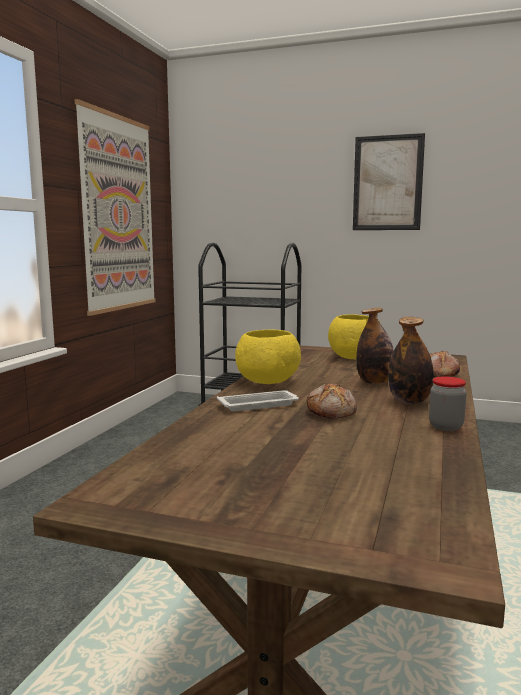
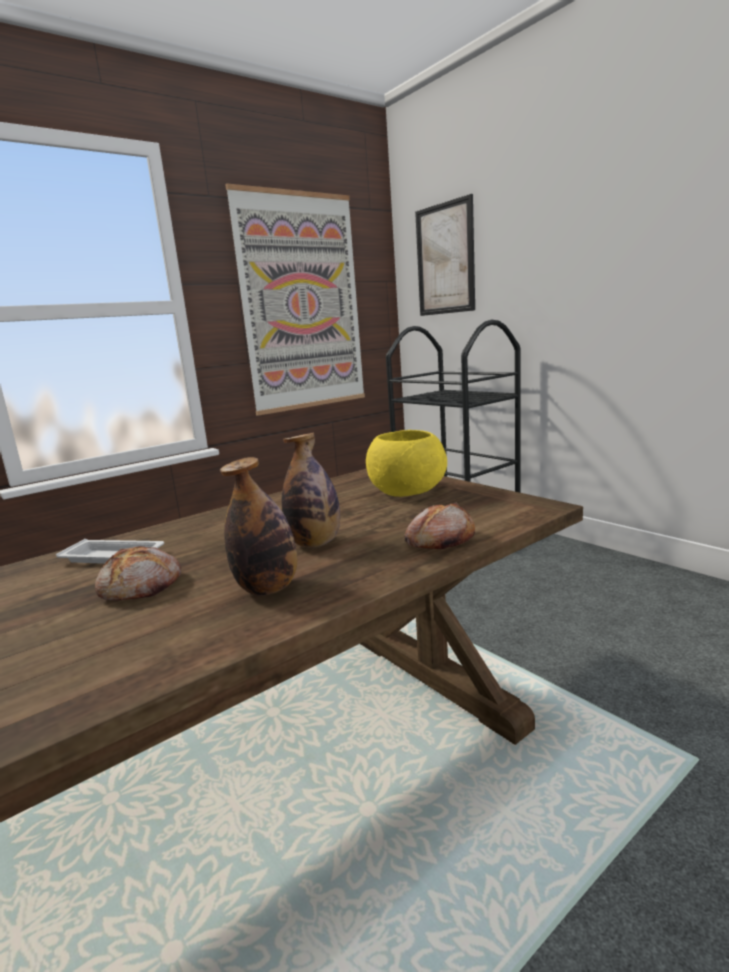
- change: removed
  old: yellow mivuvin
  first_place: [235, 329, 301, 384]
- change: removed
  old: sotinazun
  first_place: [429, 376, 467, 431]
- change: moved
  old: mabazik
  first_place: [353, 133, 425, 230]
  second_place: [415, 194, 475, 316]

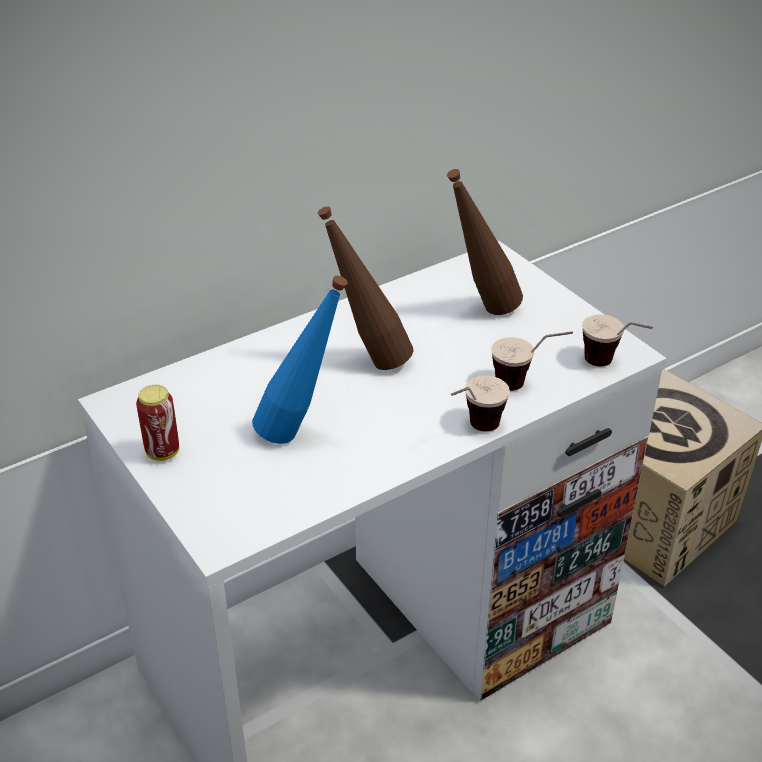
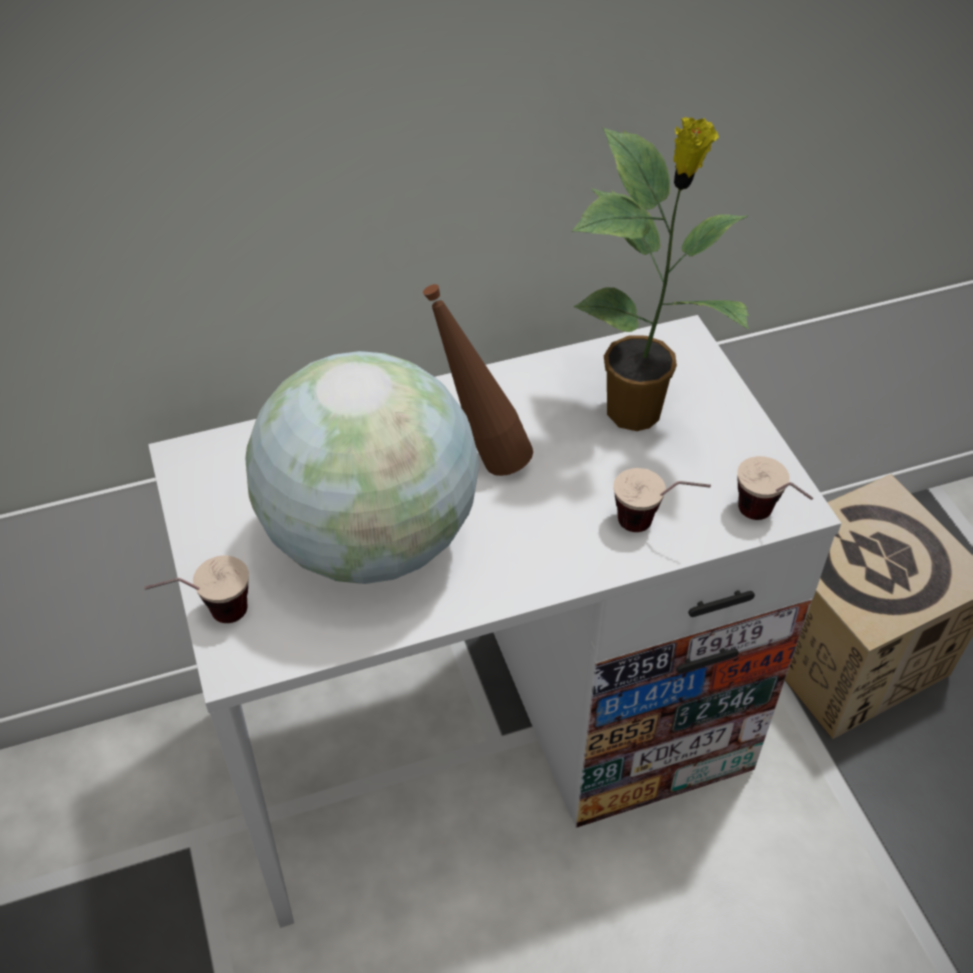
- change: removed
  old: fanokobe
  first_place: [136, 385, 179, 461]
- change: moved
  old: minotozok
  first_place: [451, 376, 510, 432]
  second_place: [144, 555, 249, 623]
- change: replaced
  old: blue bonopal
  new: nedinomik
  first_place: [252, 276, 348, 444]
  second_place: [245, 351, 479, 584]
- change: replaced
  old: brown bonopal
  new: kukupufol
  first_place: [447, 169, 523, 315]
  second_place: [572, 117, 749, 431]

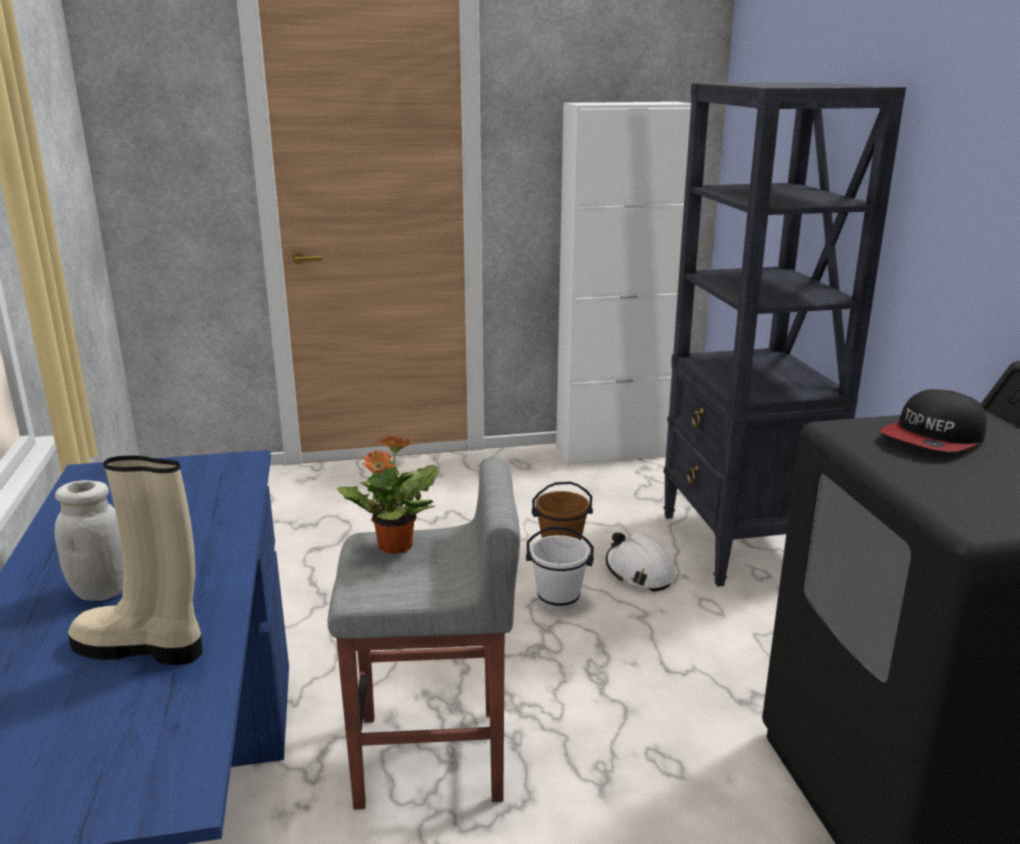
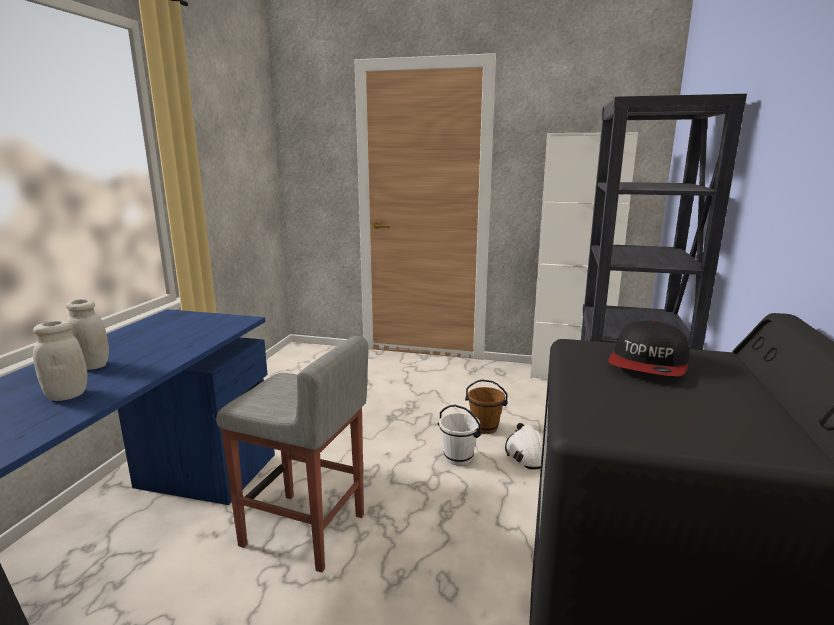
- change: removed
  old: kukupufol
  first_place: [337, 435, 438, 554]
- change: replaced
  old: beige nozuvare
  new: white sotinazun
  first_place: [68, 456, 203, 665]
  second_place: [33, 321, 87, 401]
- change: turned
  old: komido
  first_place: [880, 389, 987, 452]
  second_place: [608, 320, 689, 376]
  degrees: -45

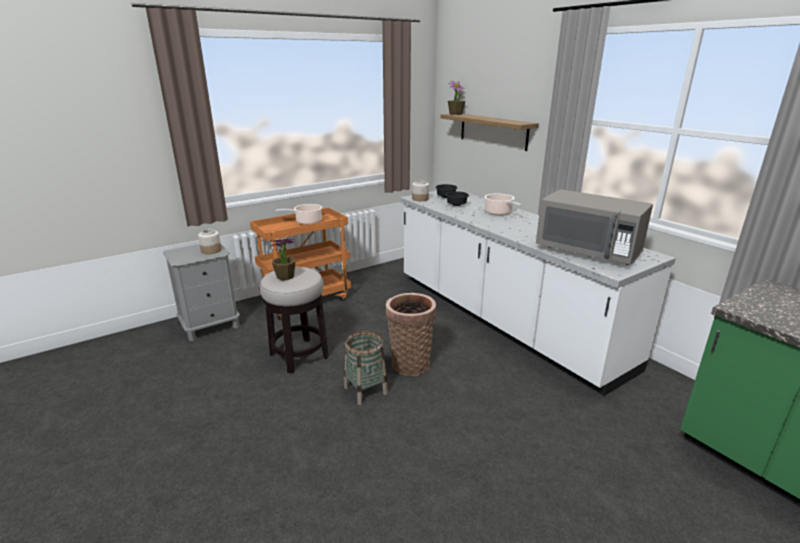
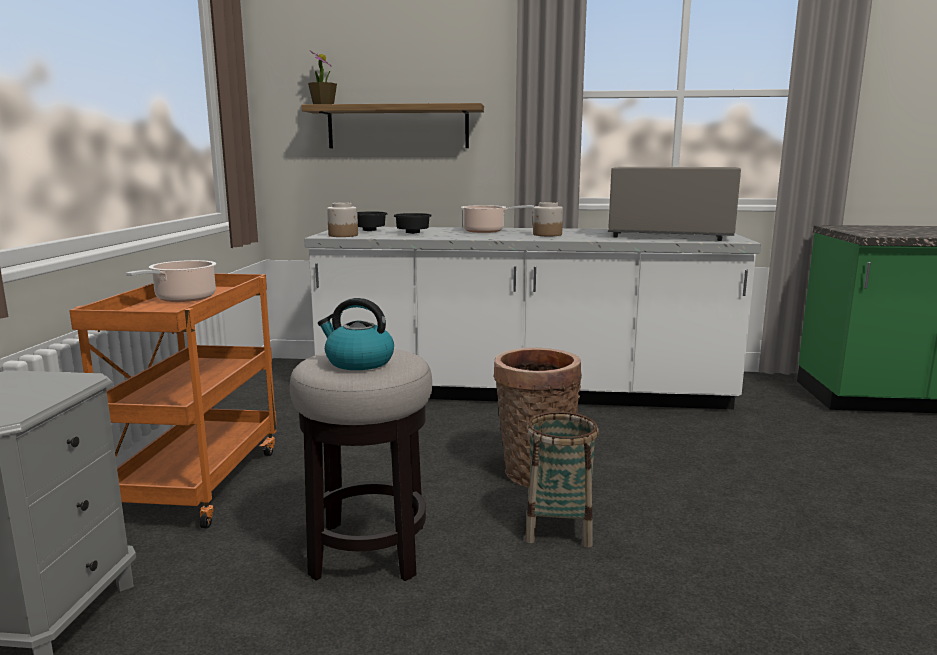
- change: moved
  old: sotinazun
  first_place: [198, 229, 221, 254]
  second_place: [533, 202, 563, 236]
- change: replaced
  old: kukupufol
  new: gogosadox
  first_place: [271, 238, 296, 280]
  second_place: [318, 298, 394, 370]
- change: turned
  old: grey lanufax
  first_place: [536, 189, 653, 265]
  second_place: [608, 167, 741, 241]
  degrees: -150

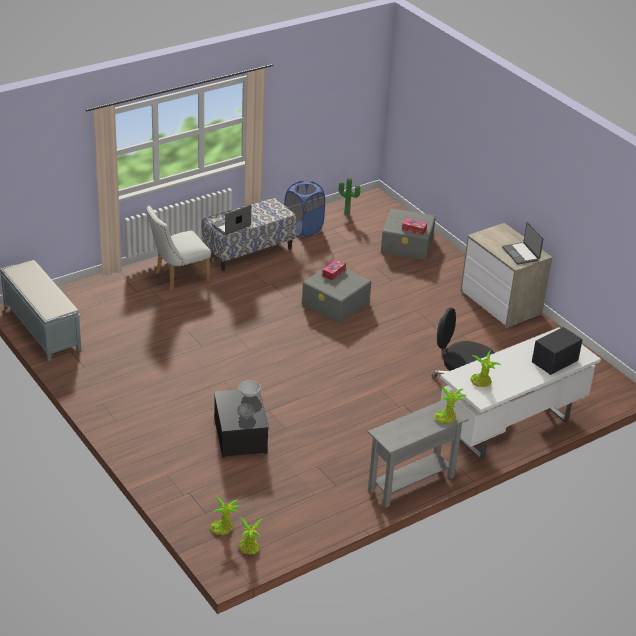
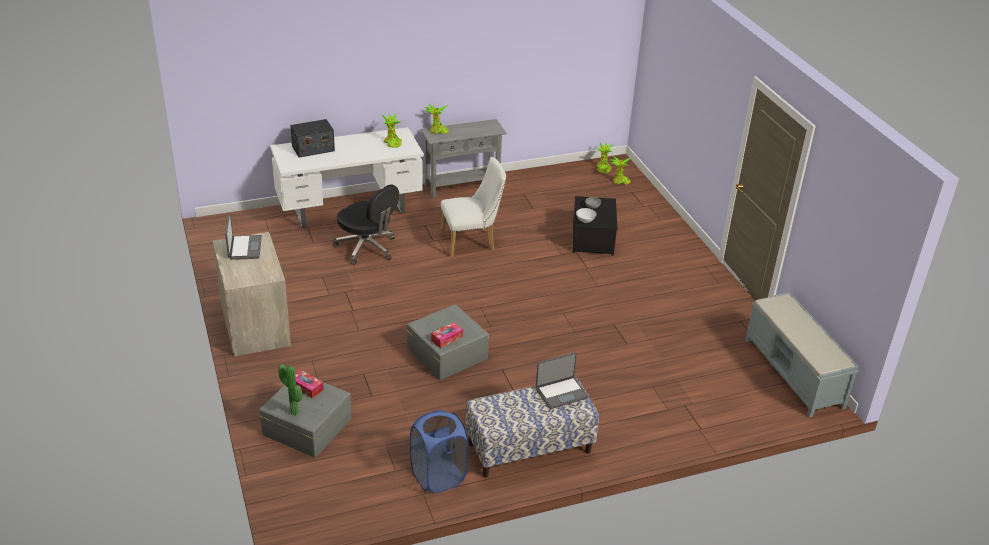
- change: moved
  old: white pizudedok
  first_place: [147, 206, 211, 291]
  second_place: [441, 157, 506, 257]
- change: moved
  old: kukupufol
  first_place: [339, 178, 360, 215]
  second_place: [278, 364, 302, 416]

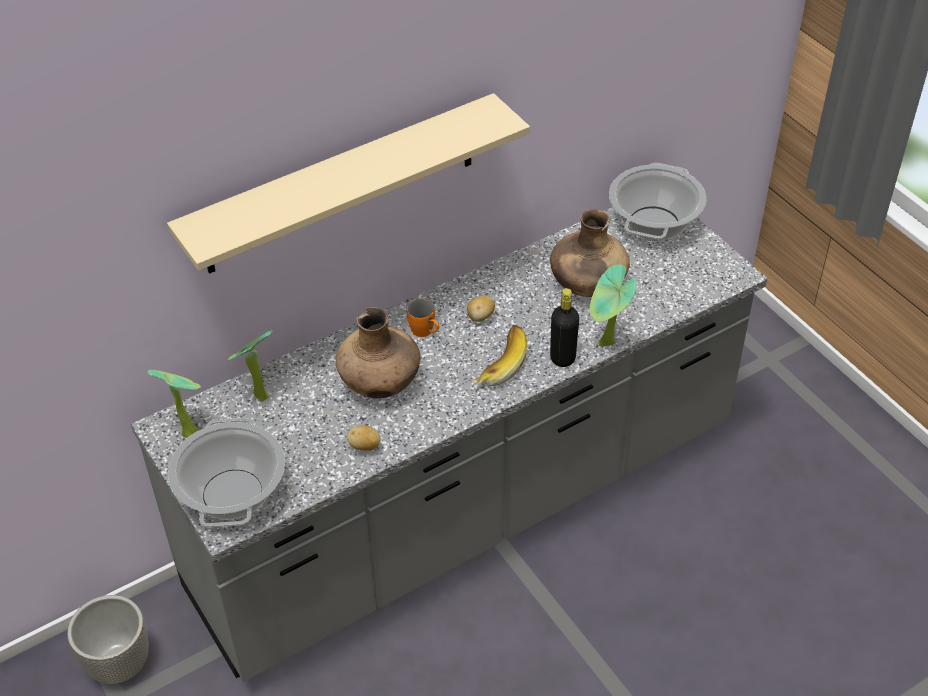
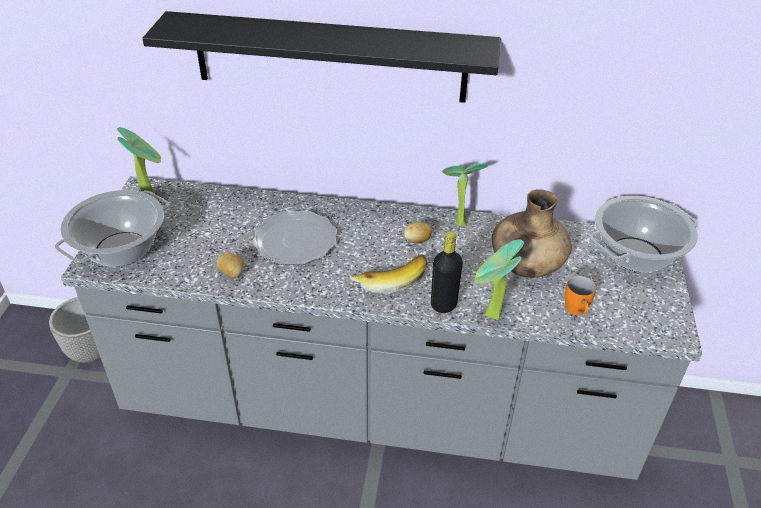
- change: moved
  old: kukupufol
  first_place: [228, 330, 273, 402]
  second_place: [442, 163, 487, 226]
- change: moved
  old: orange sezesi
  first_place: [407, 299, 439, 337]
  second_place: [565, 276, 596, 315]
- change: replaced
  old: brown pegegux
  new: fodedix
  first_place: [336, 307, 421, 398]
  second_place: [252, 210, 337, 265]
- change: recoloured
  old: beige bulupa
  new: black bulupa
  first_place: [167, 93, 530, 274]
  second_place: [142, 11, 500, 103]

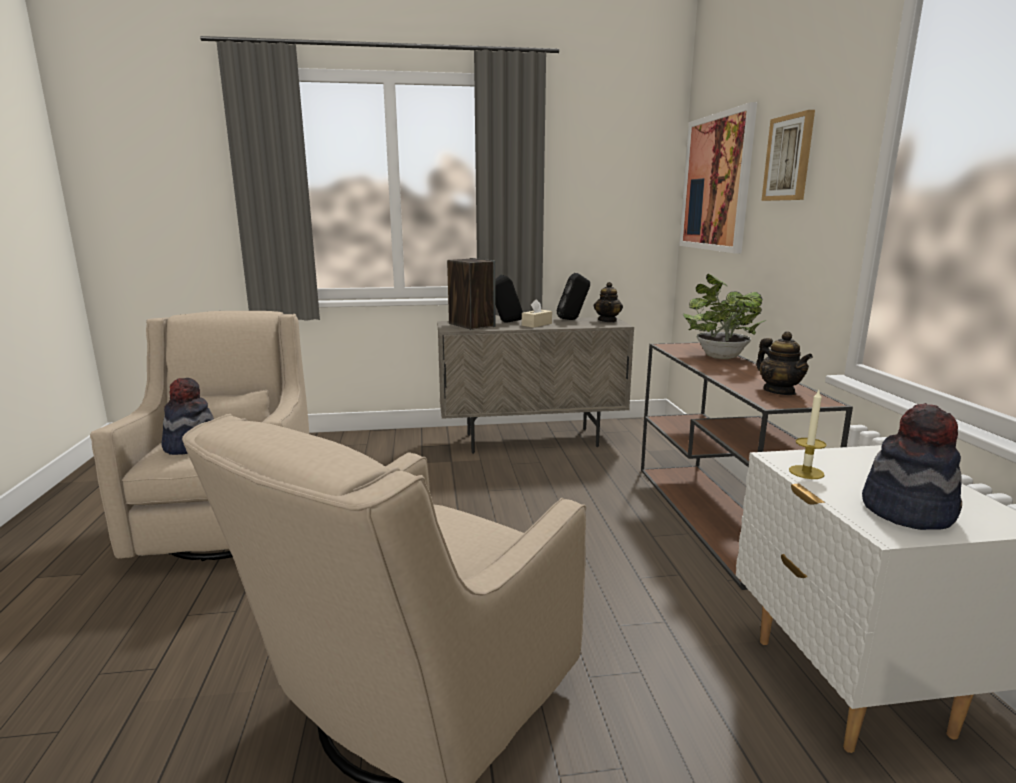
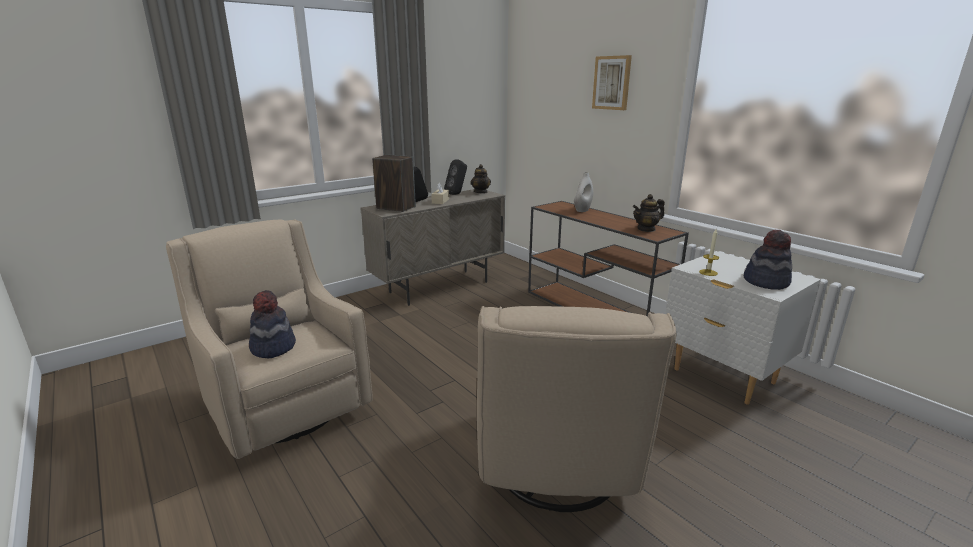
- change: removed
  old: mabazik
  first_place: [679, 102, 757, 253]
- change: replaced
  old: kukupufol
  new: white pegegux
  first_place: [683, 274, 766, 359]
  second_place: [574, 172, 593, 212]
- change: turned
  old: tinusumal
  first_place: [756, 331, 813, 395]
  second_place: [633, 194, 665, 232]
  degrees: 120

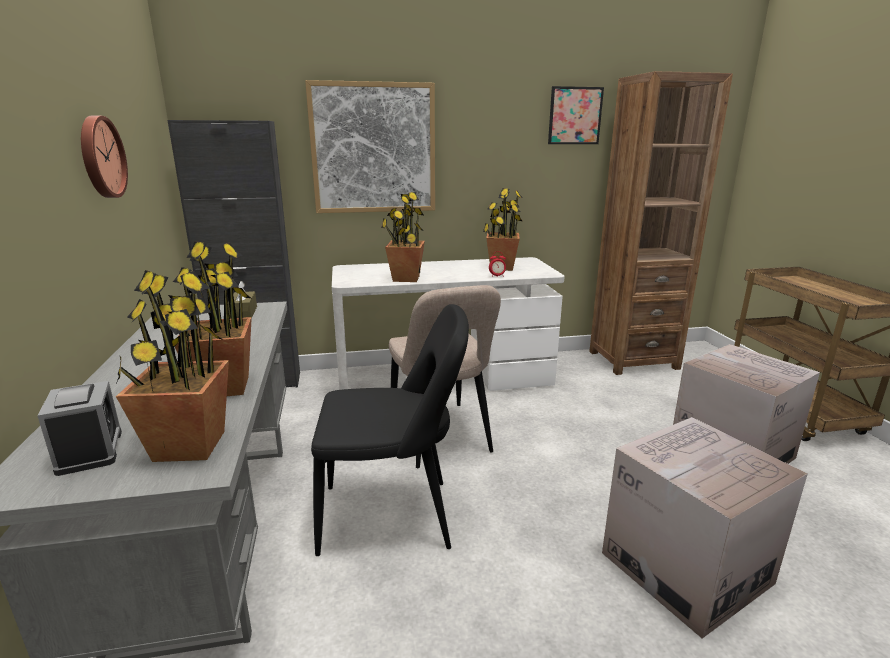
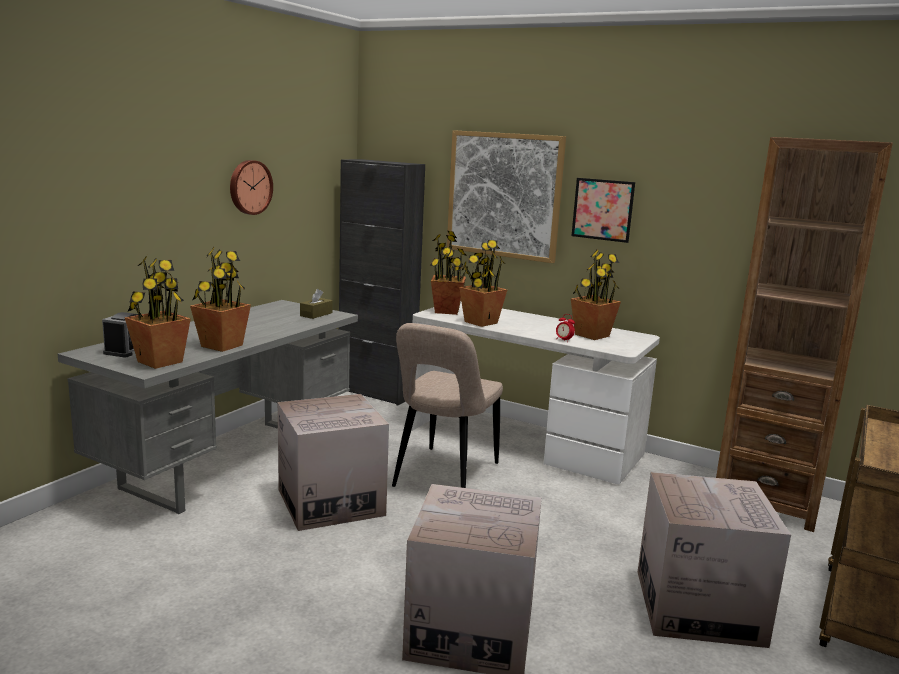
- change: added
  new: kukupufol
  second_place: [429, 231, 468, 315]
- change: moved
  old: mabazik
  first_place: [548, 86, 604, 144]
  second_place: [571, 178, 635, 243]
- change: replaced
  old: black pizudedok
  new: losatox
  first_place: [311, 304, 469, 556]
  second_place: [278, 394, 389, 531]

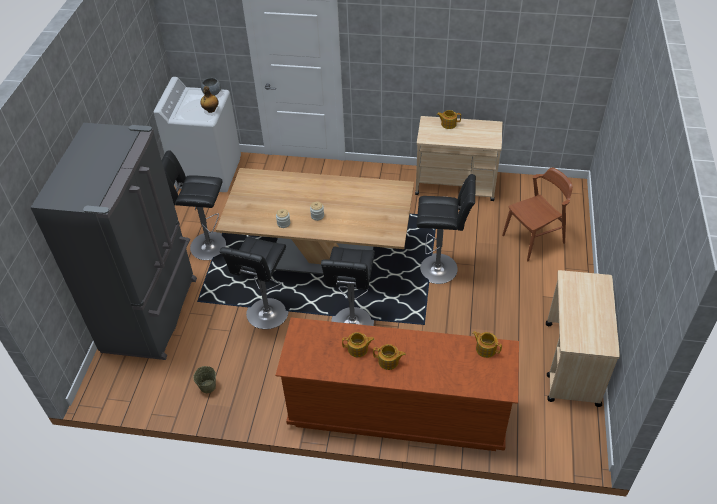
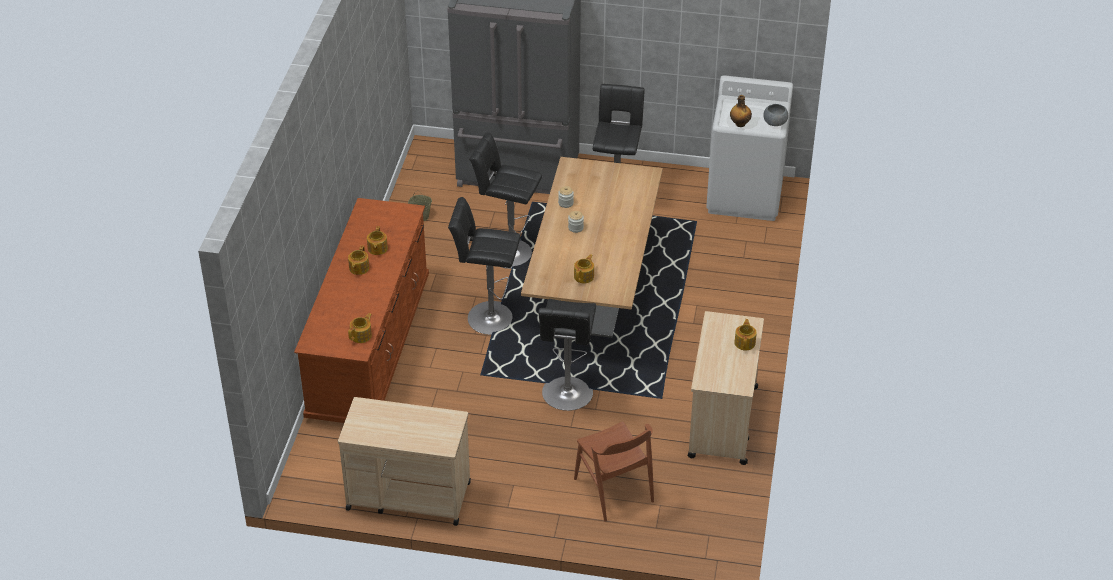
- change: added
  new: tinusumal
  second_place: [574, 254, 594, 283]

